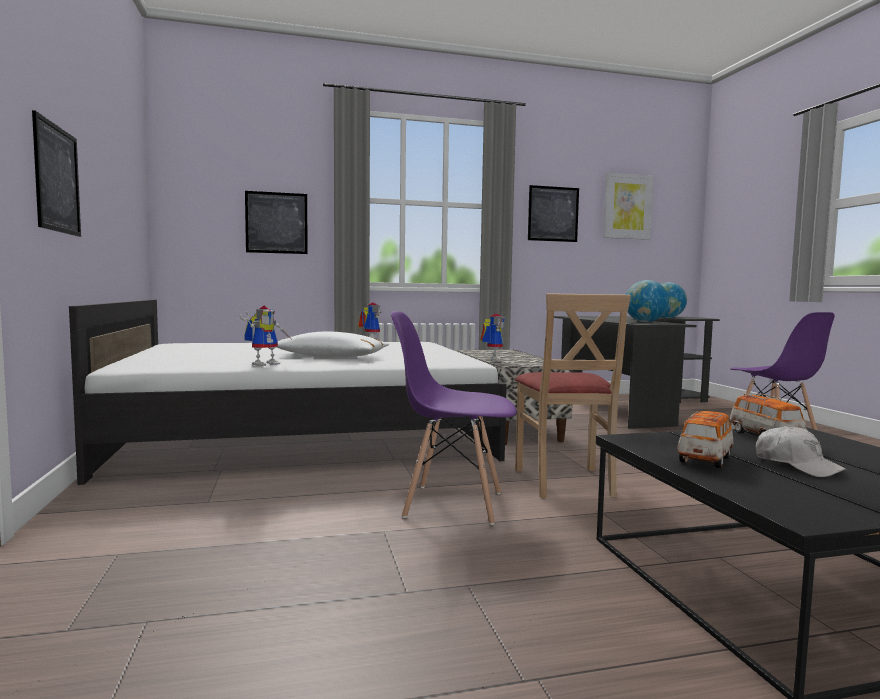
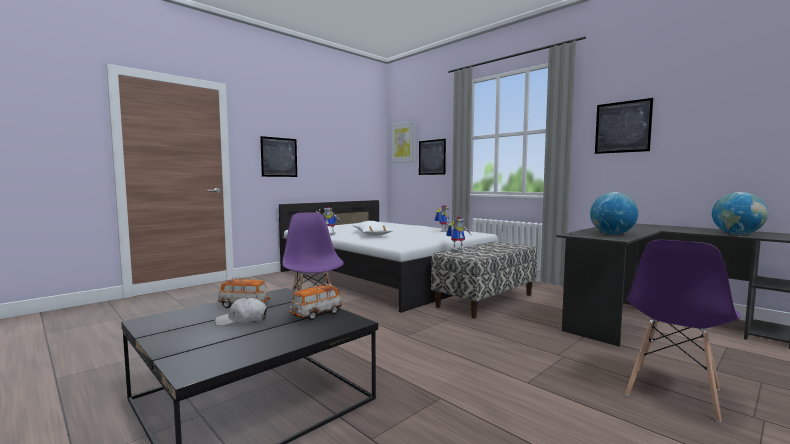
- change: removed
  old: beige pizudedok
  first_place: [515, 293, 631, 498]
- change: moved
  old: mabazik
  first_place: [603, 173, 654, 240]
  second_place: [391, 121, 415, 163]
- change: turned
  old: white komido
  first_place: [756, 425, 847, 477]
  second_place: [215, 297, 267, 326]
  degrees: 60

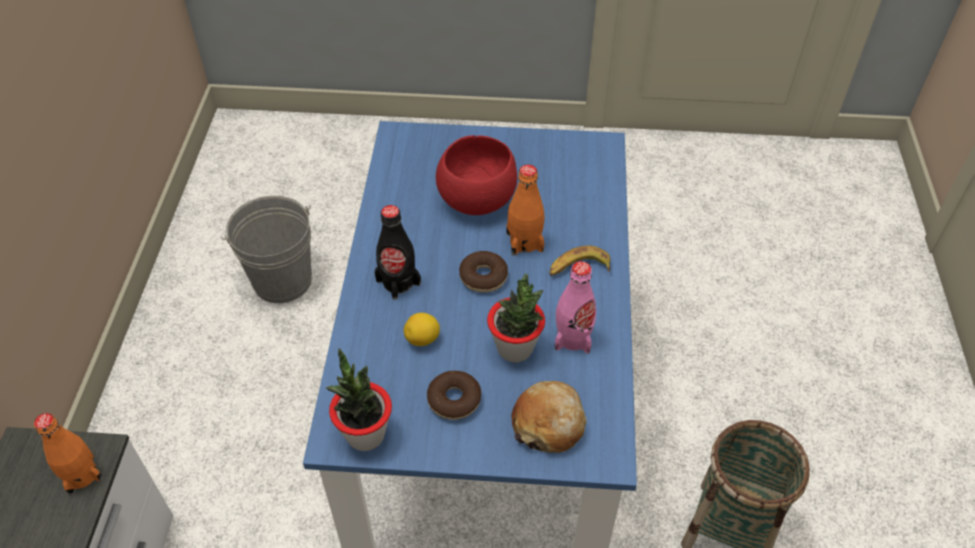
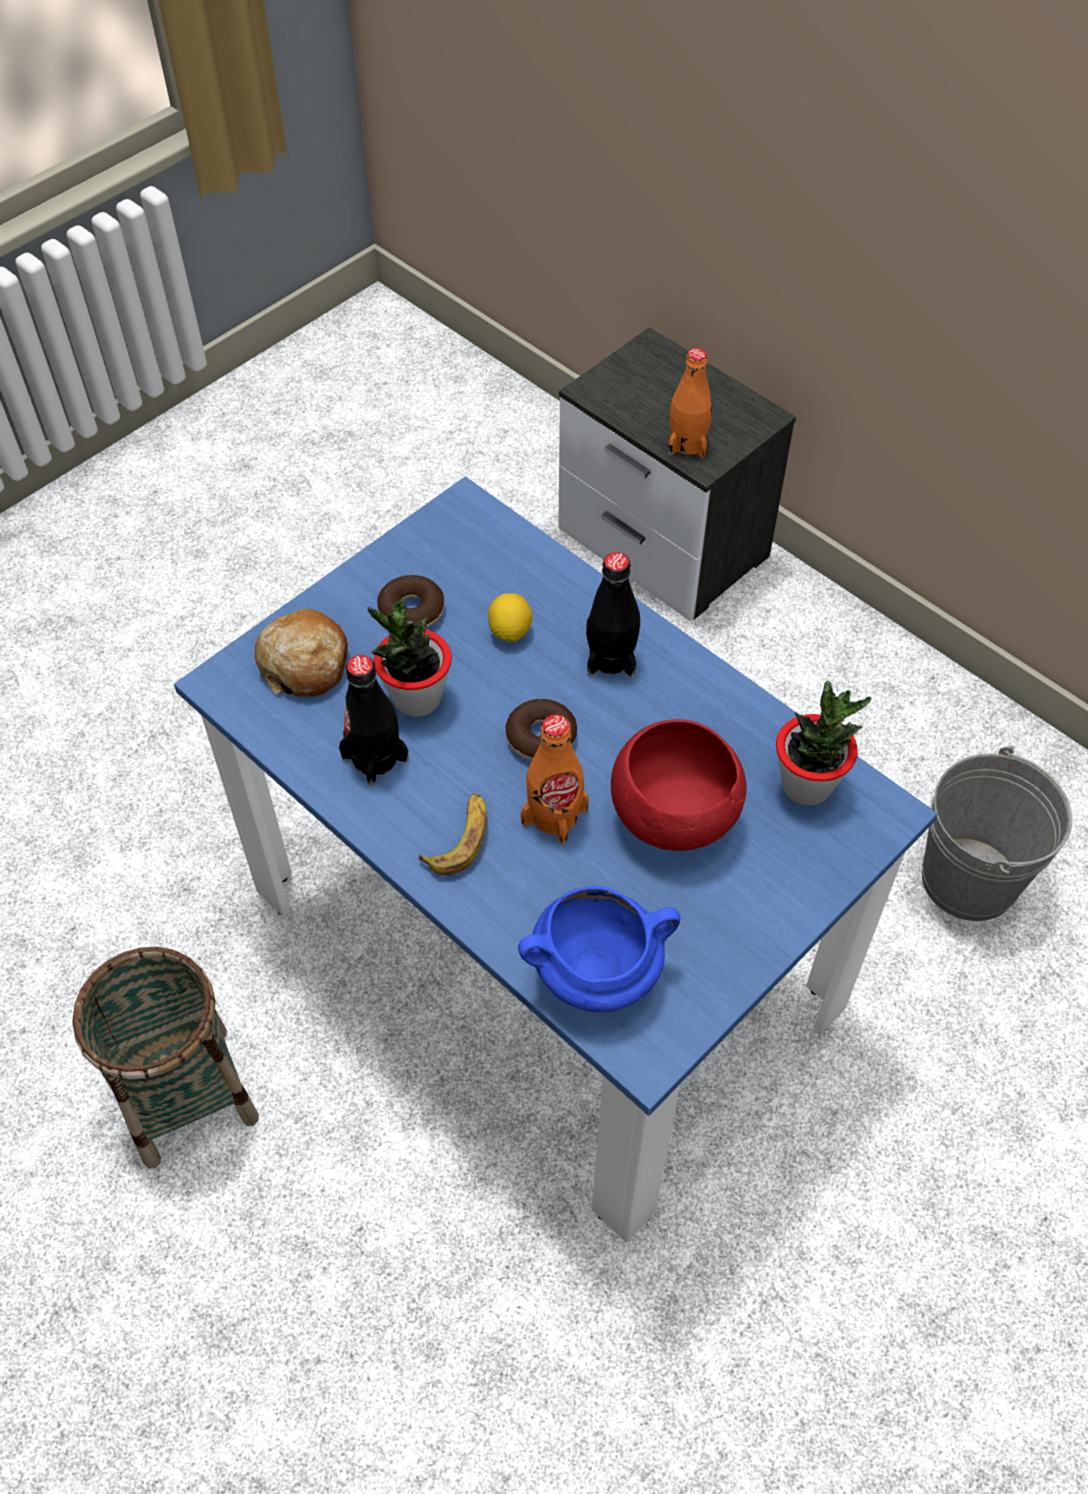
- change: added
  new: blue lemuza
  second_place: [518, 886, 680, 1012]
- change: moved
  old: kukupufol
  first_place: [326, 348, 392, 451]
  second_place: [776, 681, 872, 805]
- change: recoloured
  old: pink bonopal
  new: black bonopal
  first_place: [555, 261, 596, 354]
  second_place: [339, 655, 409, 786]

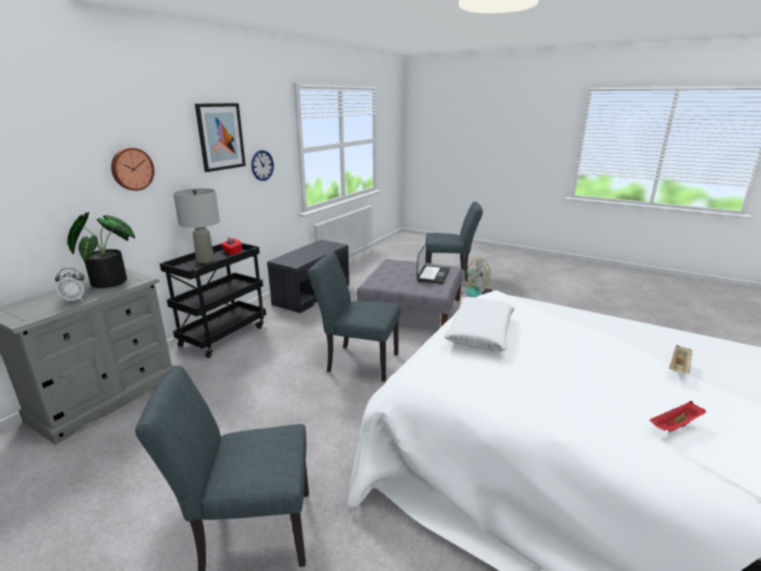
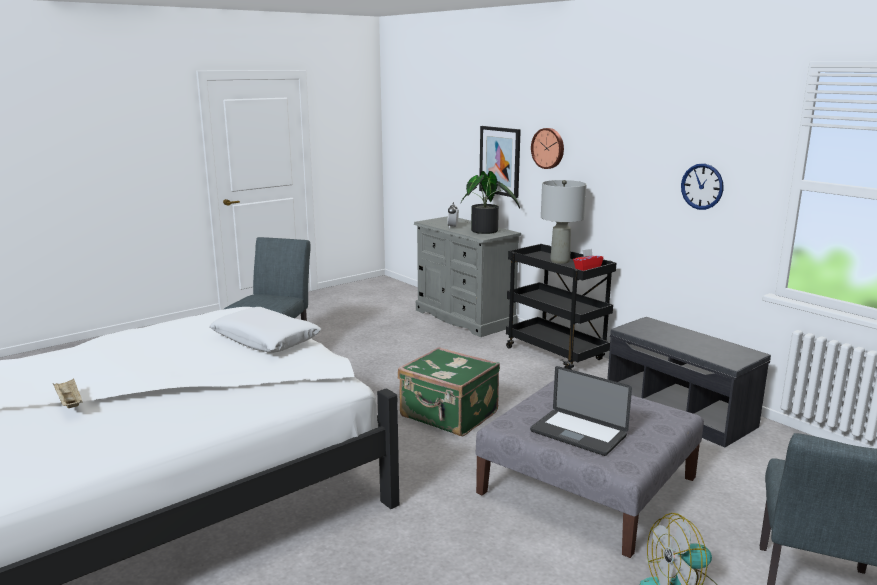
- change: removed
  old: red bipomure
  first_place: [649, 401, 706, 433]
- change: moved
  old: mabazik
  first_place: [195, 103, 246, 172]
  second_place: [479, 126, 521, 198]
- change: replaced
  old: grey pizudedok
  new: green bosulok
  first_place: [308, 252, 401, 382]
  second_place: [398, 347, 500, 436]

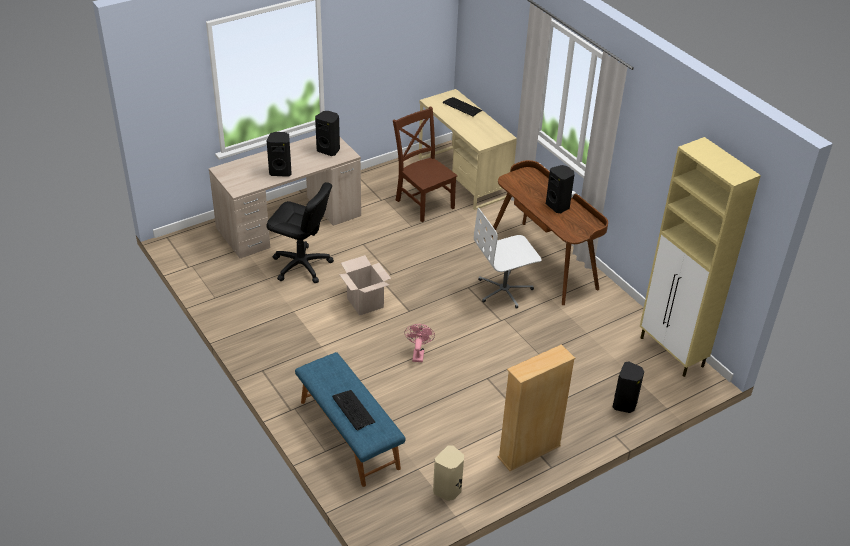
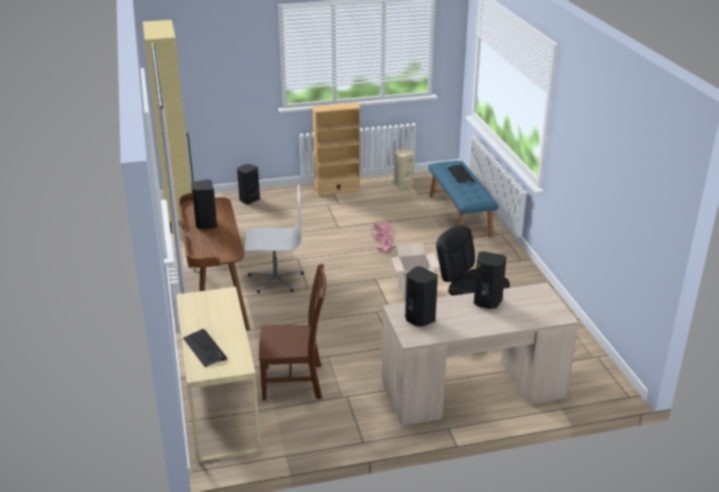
- change: turned
  old: brown pizudedok
  first_place: [393, 106, 457, 222]
  second_place: [259, 264, 327, 401]
  degrees: -75

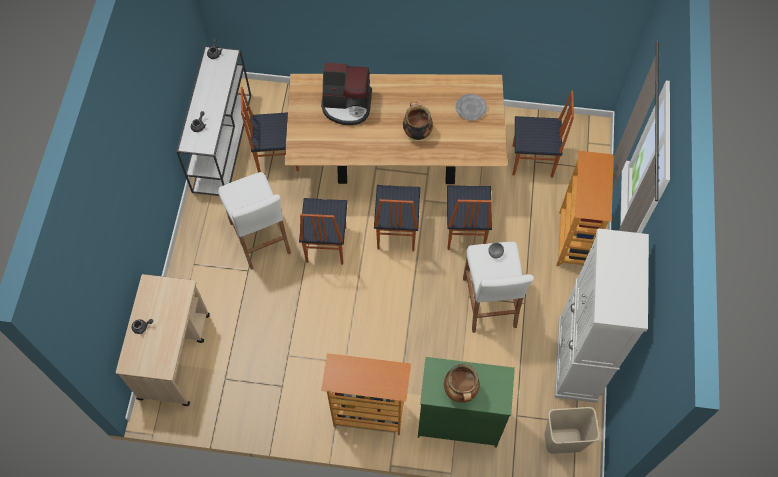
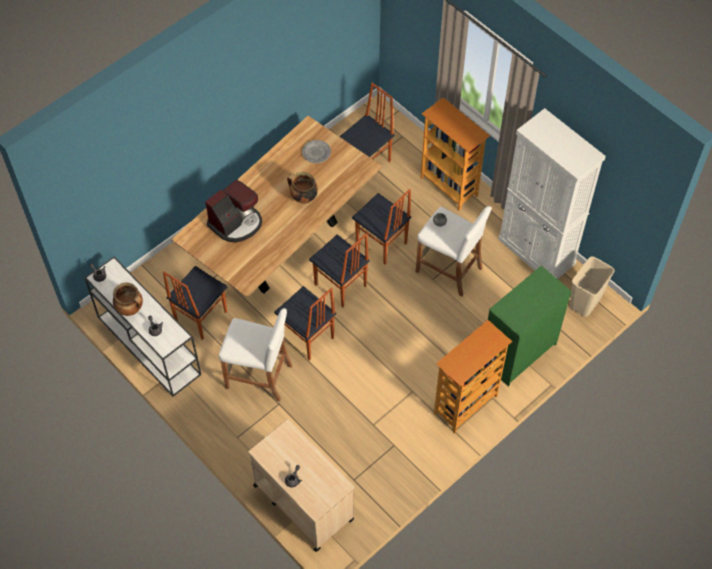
- change: moved
  old: lemuza
  first_place: [444, 363, 480, 403]
  second_place: [113, 283, 143, 316]

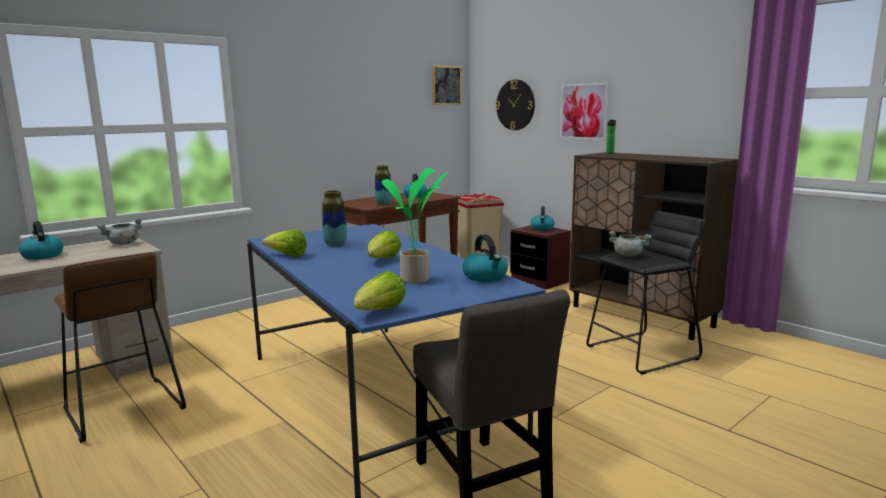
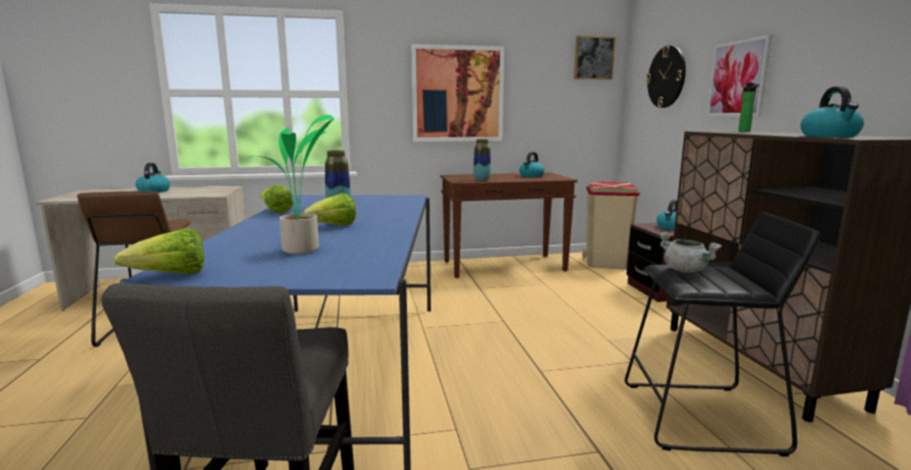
- change: removed
  old: grey lemuza
  first_place: [97, 218, 142, 245]
- change: added
  new: mabazik
  second_place: [411, 44, 504, 142]
- change: moved
  old: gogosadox
  first_place: [463, 234, 508, 282]
  second_place: [801, 86, 864, 137]

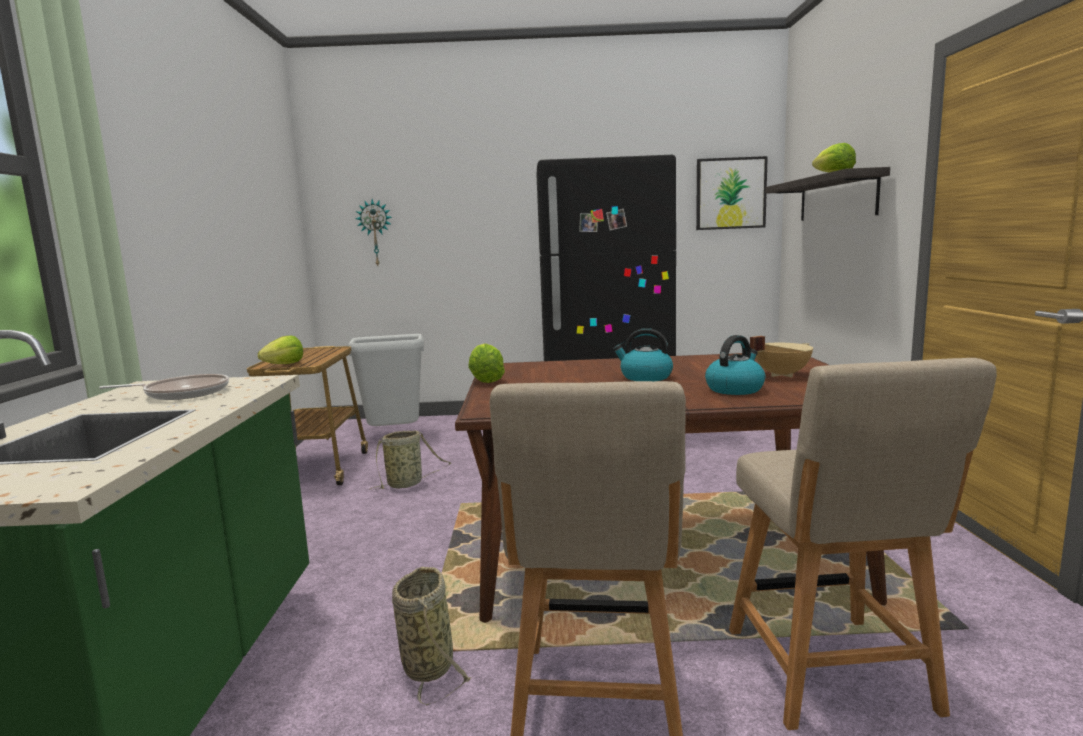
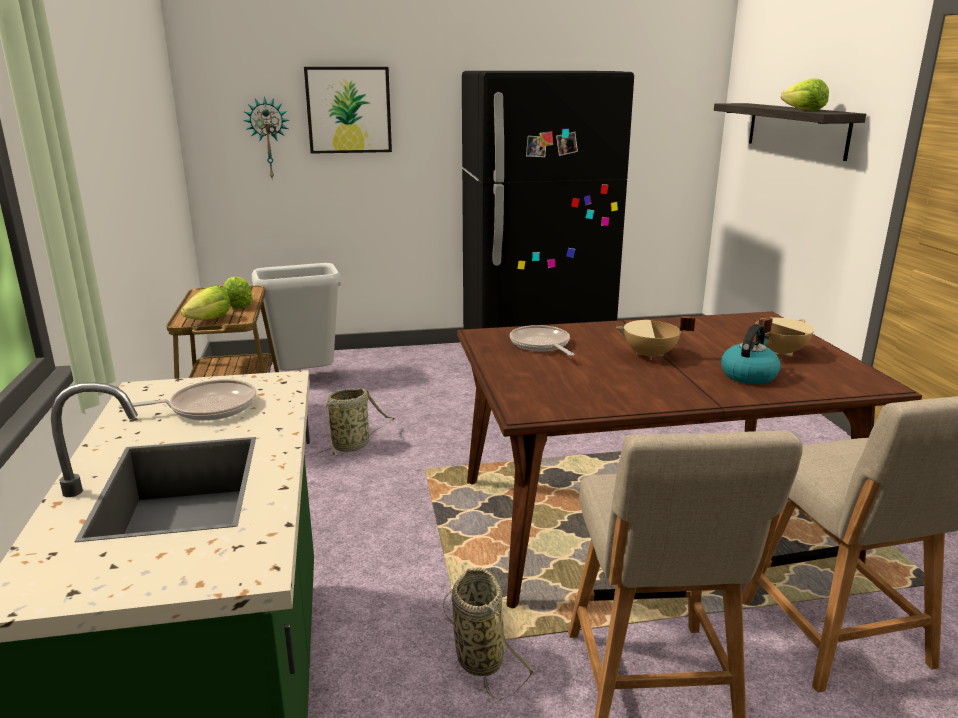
- change: added
  new: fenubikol
  second_place: [510, 325, 574, 356]
- change: moved
  old: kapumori
  first_place: [468, 343, 505, 383]
  second_place: [223, 276, 253, 309]
- change: moved
  old: mabazik
  first_place: [696, 156, 768, 230]
  second_place: [304, 67, 392, 154]
- change: replaced
  old: gogosadox
  new: beige lemuza
  first_place: [613, 328, 673, 381]
  second_place: [616, 316, 695, 360]

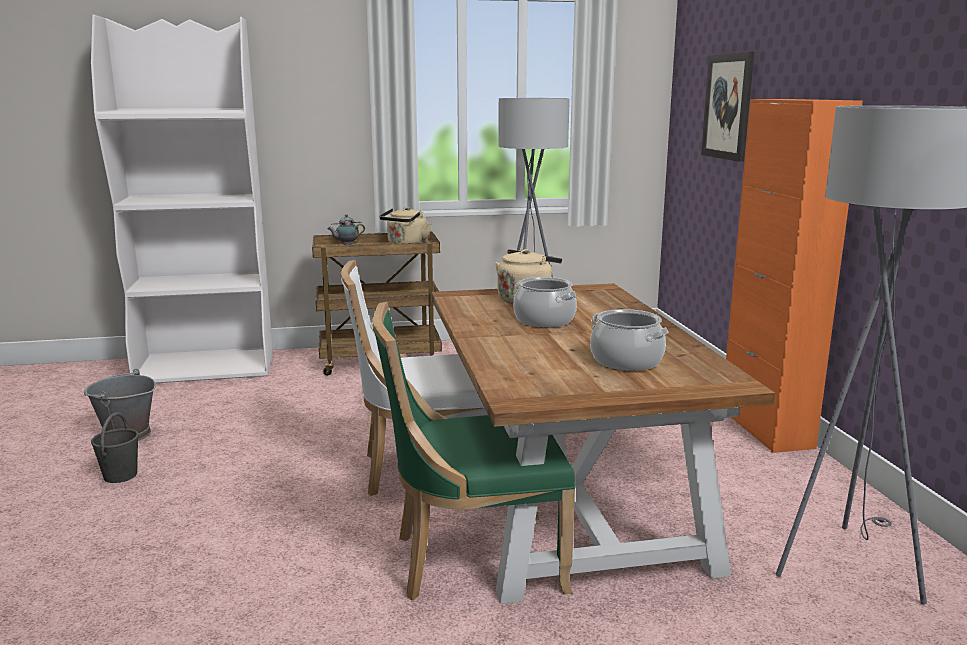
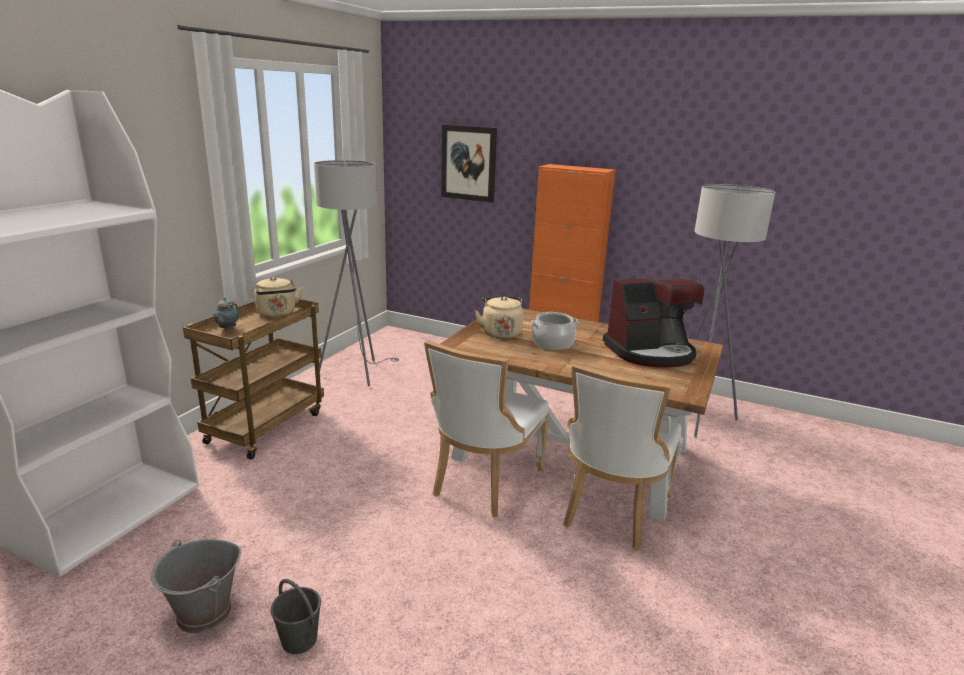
- change: replaced
  old: lemuza
  new: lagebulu
  first_place: [590, 309, 668, 371]
  second_place: [603, 279, 704, 368]
- change: recoloured
  old: green pizudedok
  new: white pizudedok
  first_place: [372, 302, 575, 600]
  second_place: [563, 364, 681, 550]

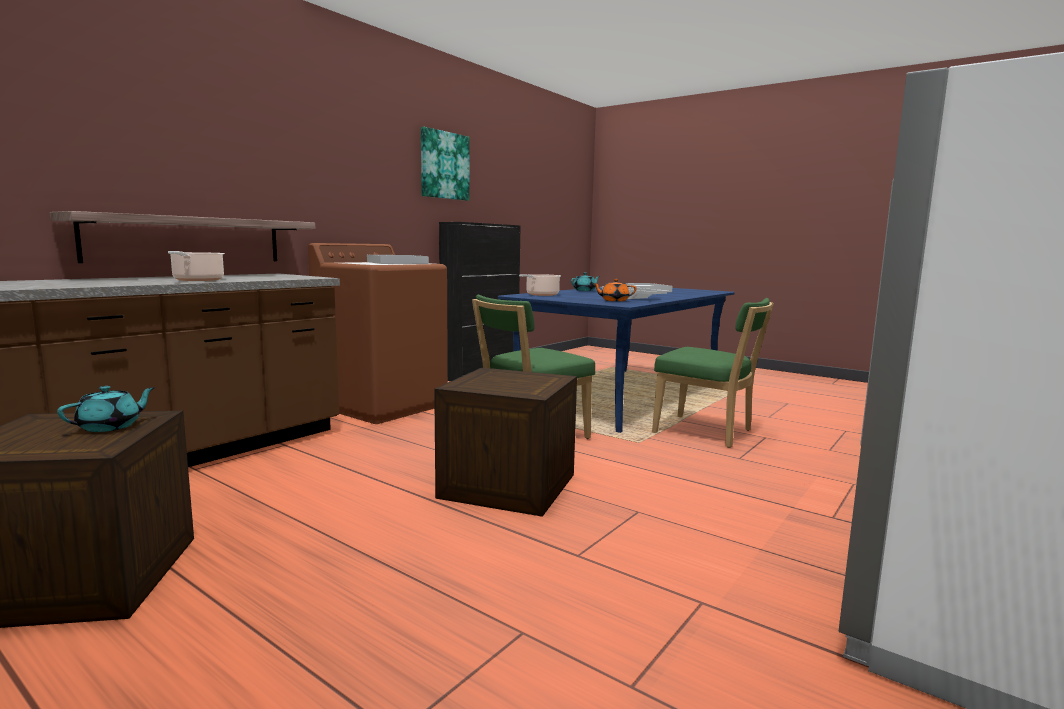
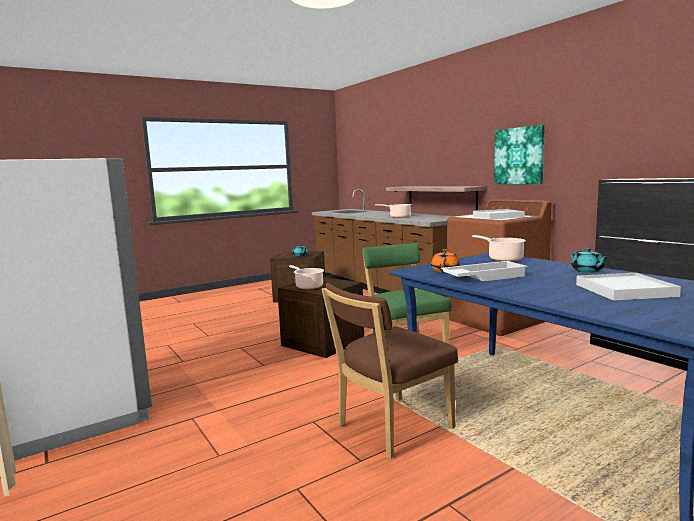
- change: added
  new: lemuza
  second_place: [289, 265, 324, 289]
- change: moved
  old: mabazik
  first_place: [421, 127, 470, 201]
  second_place: [494, 125, 545, 184]
- change: recoloured
  old: green pizudedok
  new: brown pizudedok
  first_place: [652, 298, 774, 448]
  second_place: [322, 283, 458, 459]

